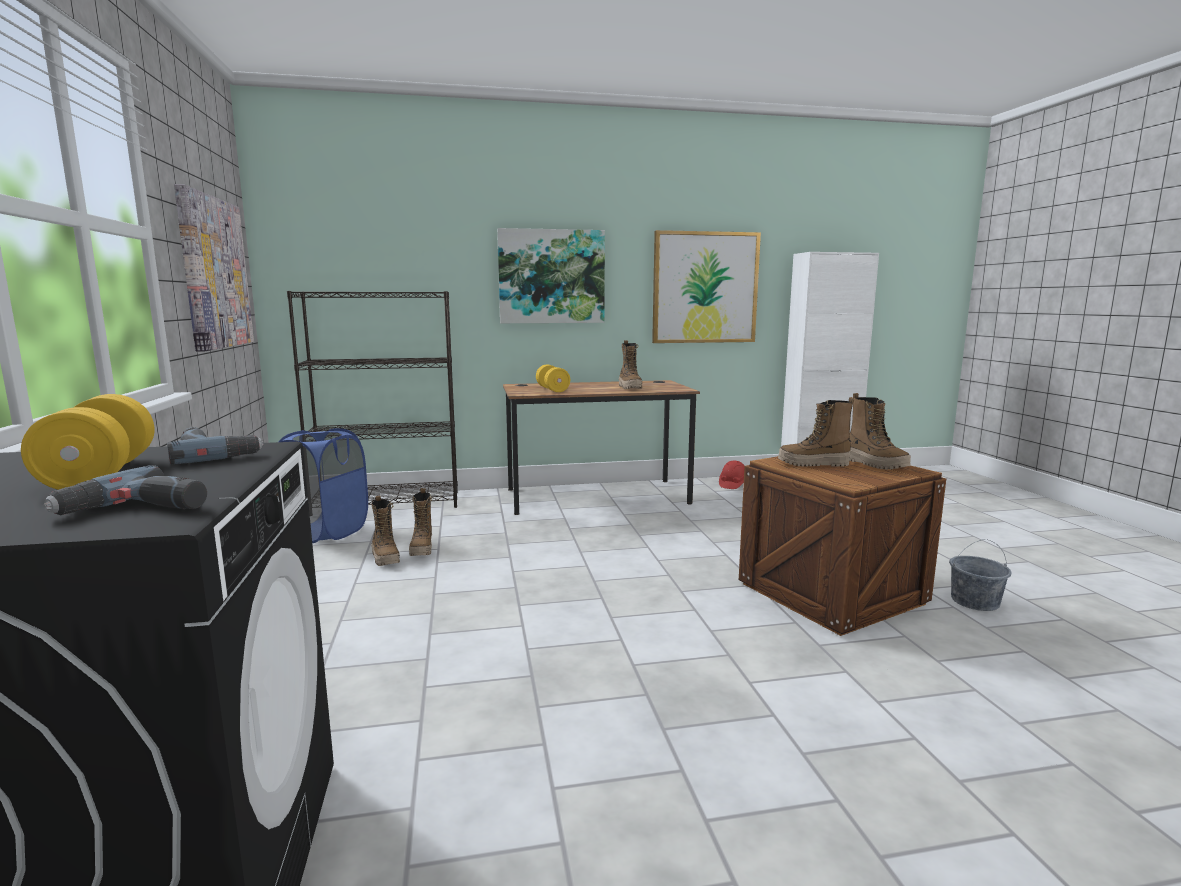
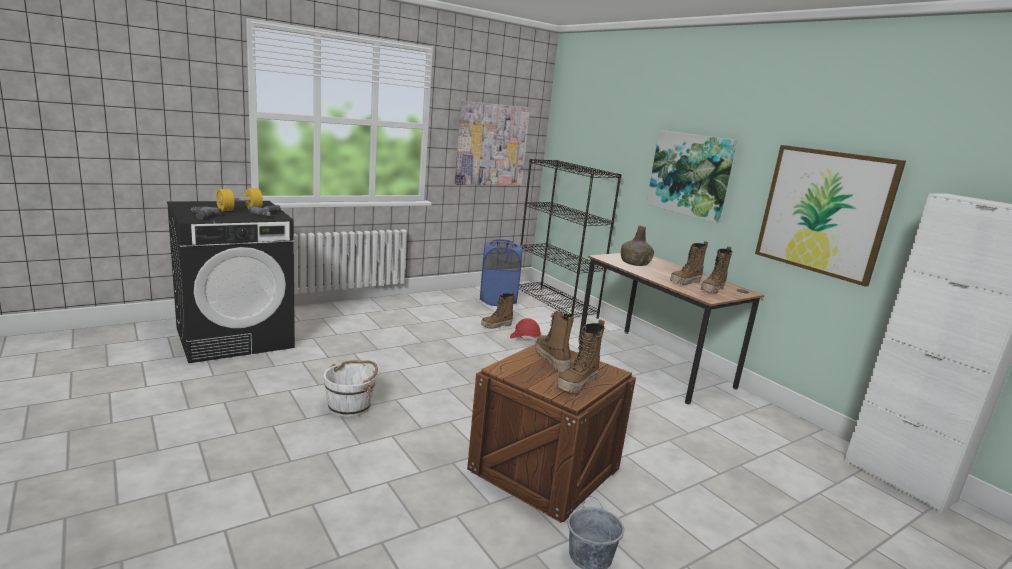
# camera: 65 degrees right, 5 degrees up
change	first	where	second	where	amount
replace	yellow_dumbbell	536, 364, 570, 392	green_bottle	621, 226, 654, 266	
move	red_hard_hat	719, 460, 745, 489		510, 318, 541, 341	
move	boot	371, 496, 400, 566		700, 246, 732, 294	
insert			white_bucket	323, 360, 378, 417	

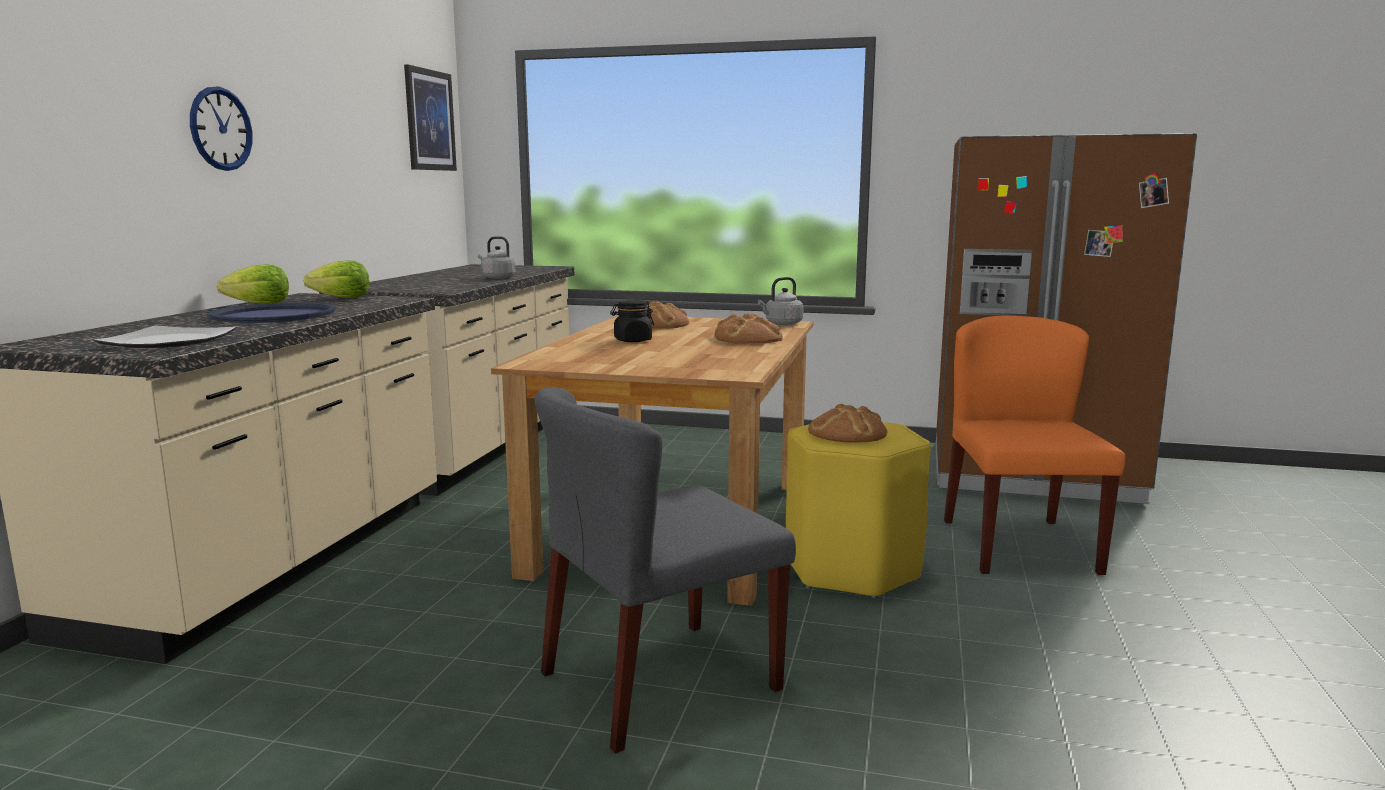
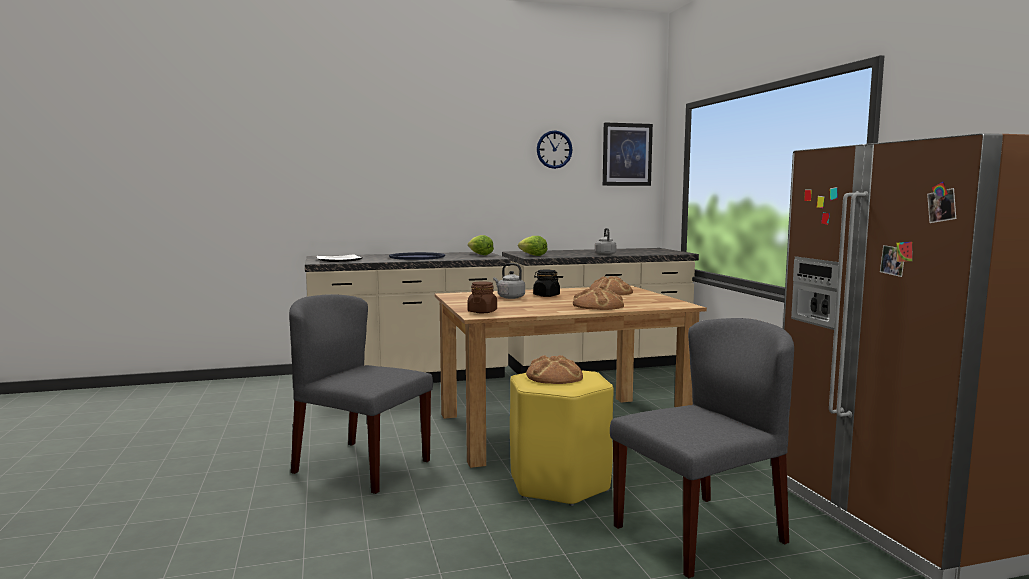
# camera: 60 degrees right, 5 degrees down
change	first	where	second	where	amount
move	wall_clock	190, 86, 252, 171		537, 130, 572, 169	
move	lettuce	217, 265, 289, 304		518, 236, 547, 256	
move	grey_kettle	758, 277, 804, 325		493, 263, 525, 299	
recolor	orange_chair	944, 316, 1126, 575	grey_chair	610, 318, 794, 578	
insert			brown_jar	467, 281, 497, 313	

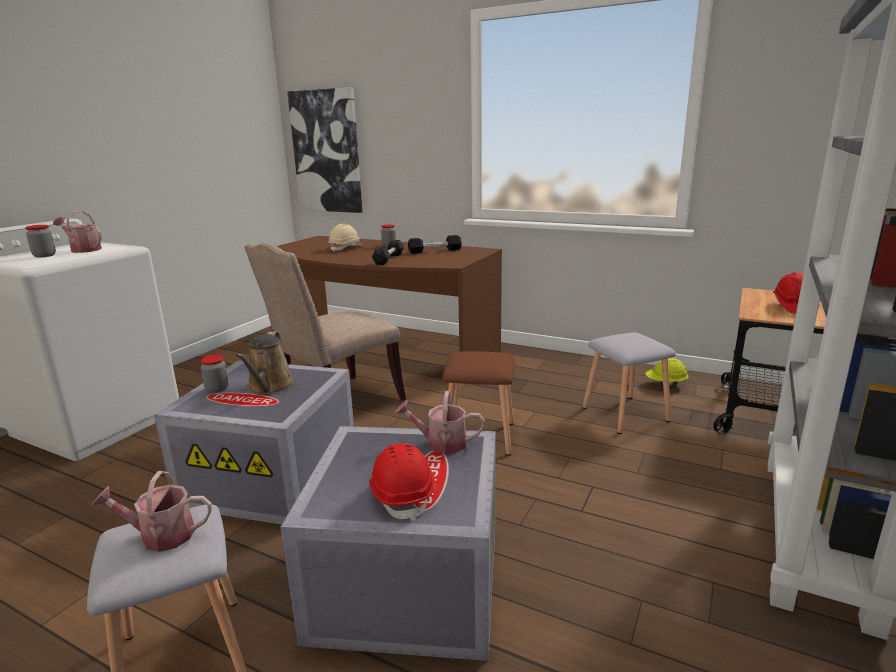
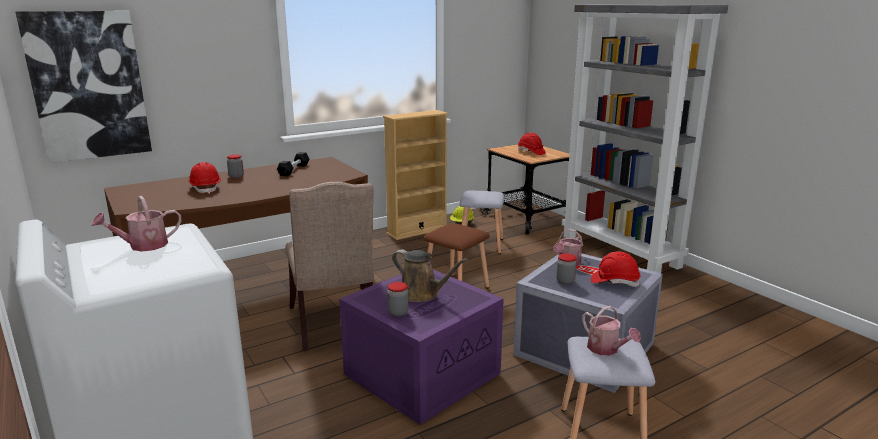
# camera: 60 degrees left, 0 degrees up
change	first	where	second	where	amount
recolor	beige_hard_hat	328, 224, 363, 252	red_hard_hat	188, 162, 221, 194	
move	jar	25, 225, 56, 258		556, 253, 577, 284	
delete	black_dumbbell	372, 240, 404, 265			
recolor	grey_storage_box	154, 360, 354, 525	purple_storage_box	339, 270, 504, 425	
rotate	watering_can	92, 471, 212, 552		582, 306, 641, 356	60 degrees counterclockwise
insert			beige_bookcase	383, 110, 448, 240	

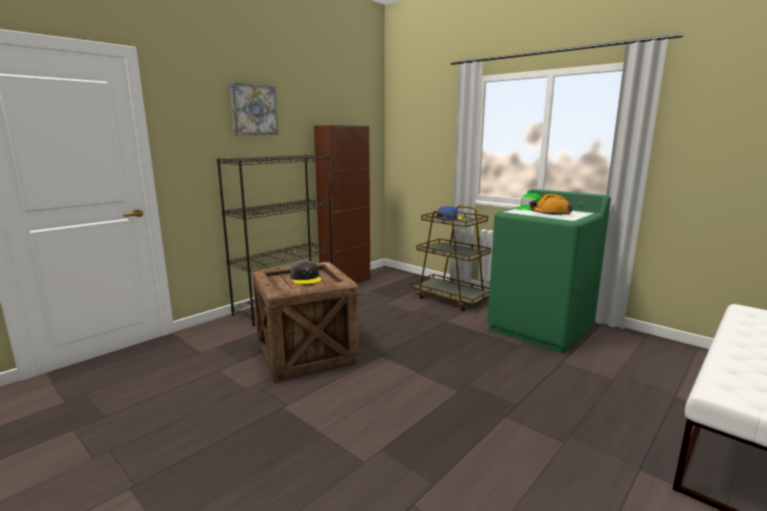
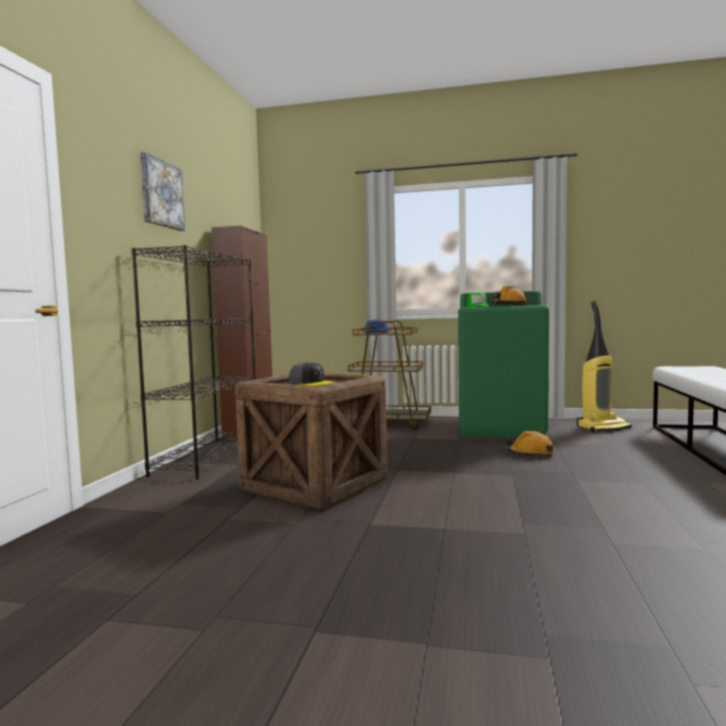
# camera: 30 degrees left, 10 degrees down
change	first	where	second	where	amount
insert			vacuum_cleaner	577, 301, 632, 433	
insert			orange_hard_hat	506, 431, 554, 457	

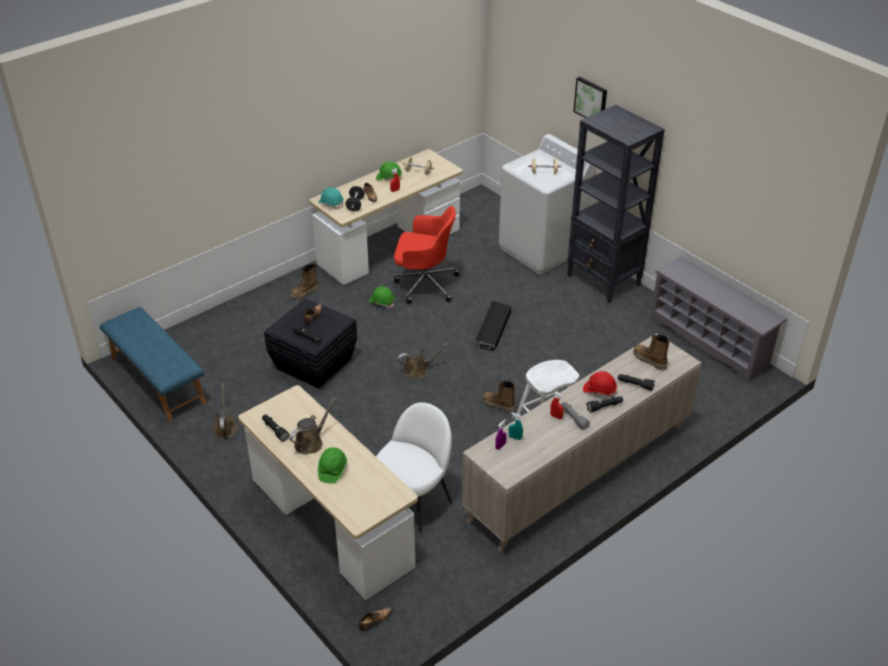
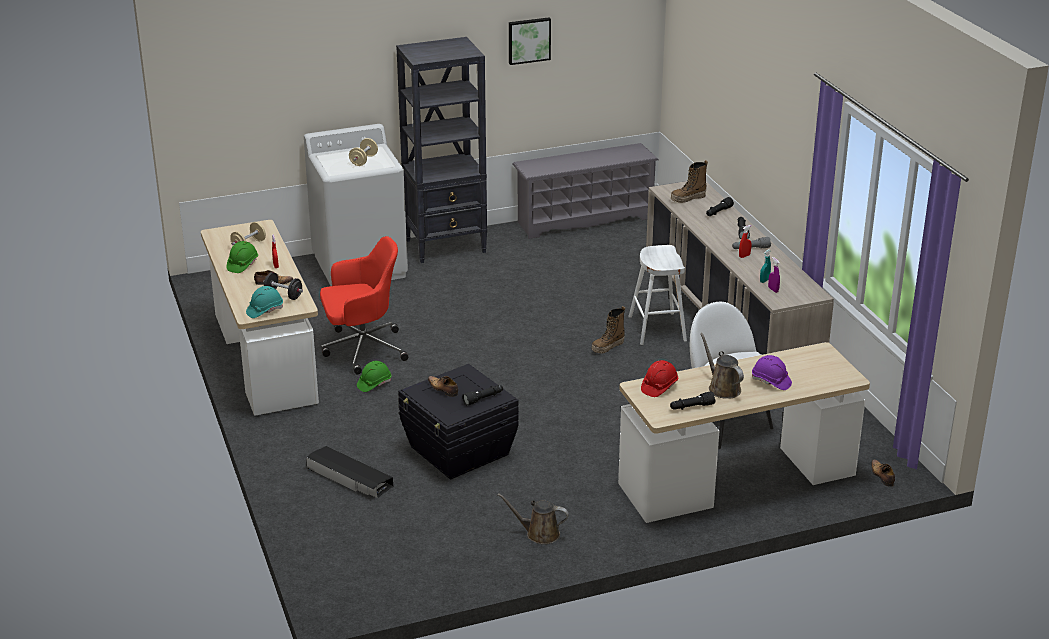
# camera: 70 degrees left, 10 degrees down
change	first	where	second	where	amount
move	picture	574, 77, 607, 118		509, 17, 551, 65	
rotate	red_office_chair	394, 206, 460, 304		320, 236, 408, 374	45 degrees clockwise
delete	boot	290, 263, 318, 299			
move	black_storage_box	475, 302, 511, 351		306, 446, 393, 498	
delete	blue_bench	100, 307, 206, 422			
delete	brown_watering_can	398, 343, 448, 379			
move	red_hard_hat	583, 371, 617, 397		641, 360, 678, 397	
recolor	green_hard_hat	318, 447, 347, 484	purple_hard_hat	752, 355, 792, 390	

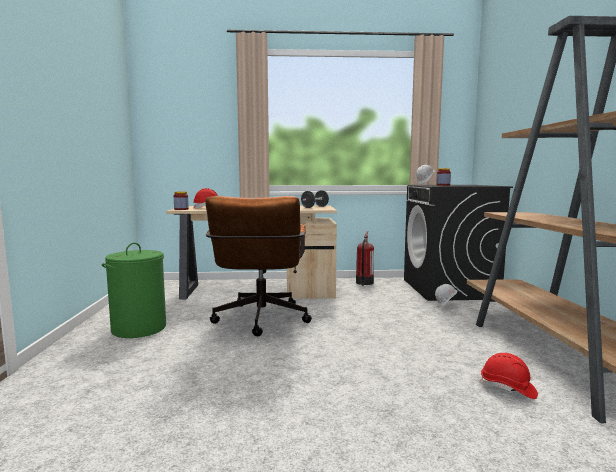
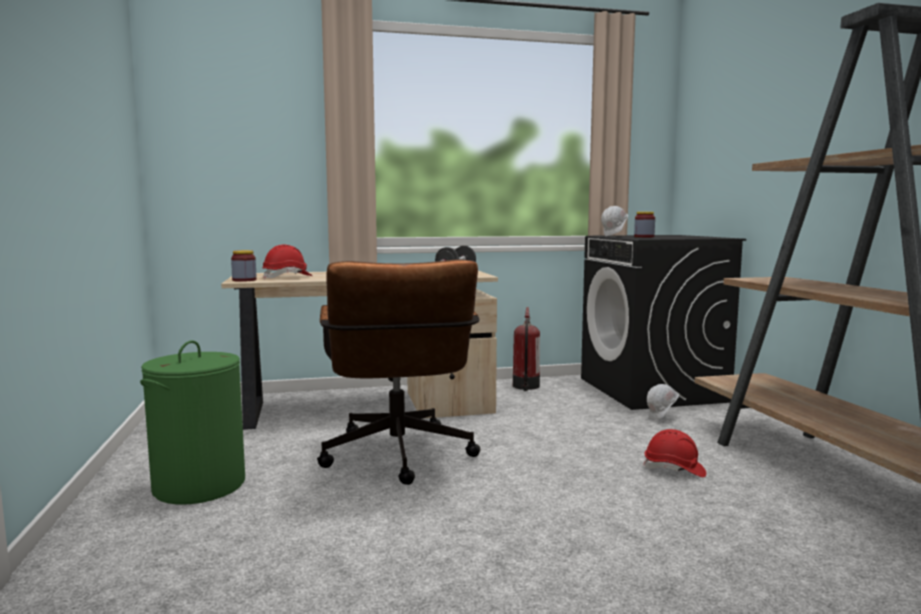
# camera: 10 degrees left, 0 degrees up
change	first	where	second	where	amount
move	red_hard_hat	479, 353, 538, 399		643, 429, 706, 477	

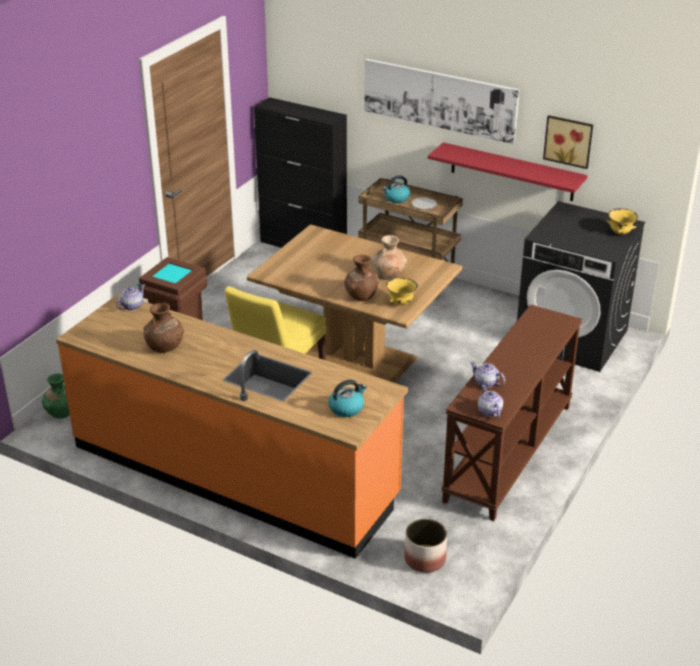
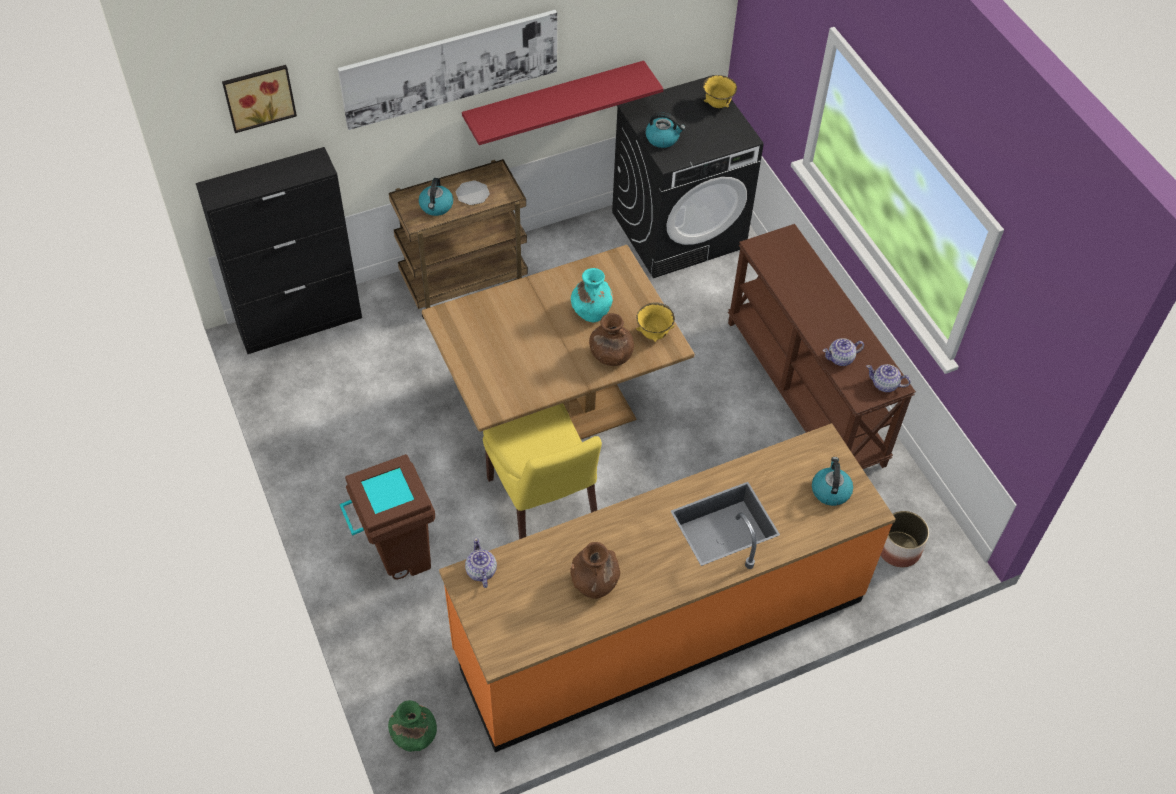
# camera: 55 degrees left, 20 degrees up
change	first	where	second	where	amount
move	picture	543, 115, 593, 169		222, 65, 297, 133	
recolor	brown_vase	371, 235, 407, 280	turquoise_vase	571, 268, 613, 322	
insert			kettle	645, 112, 685, 148	

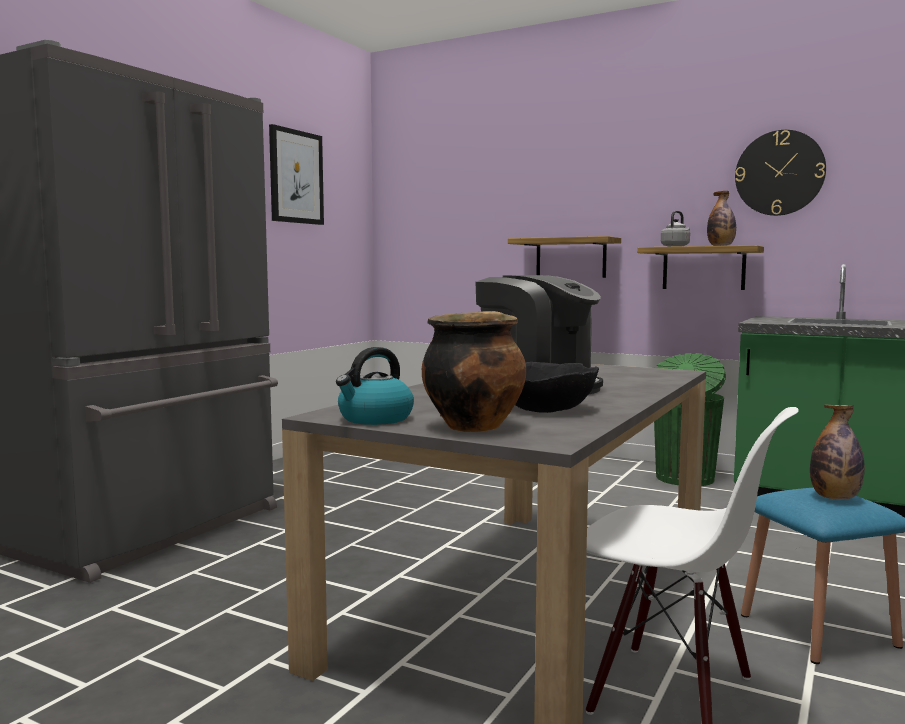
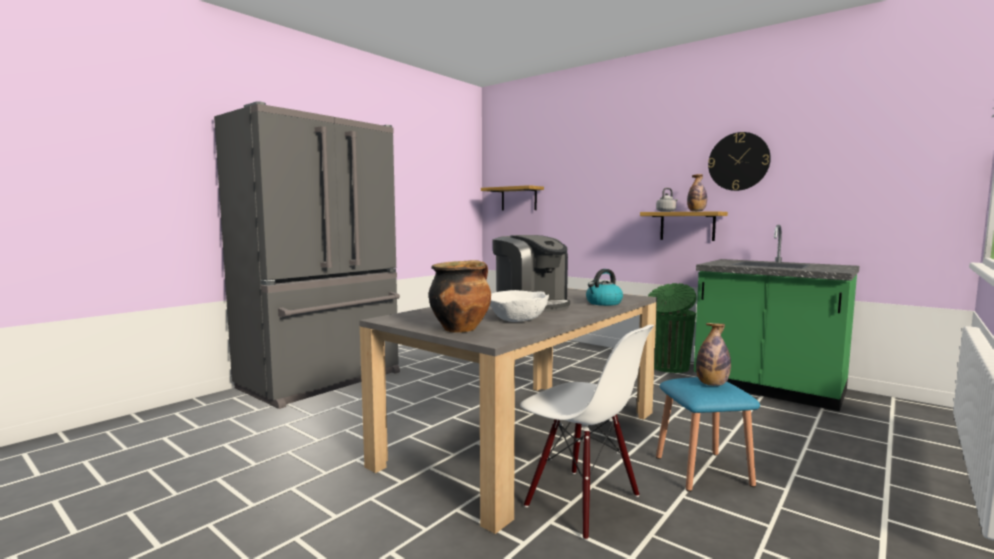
# camera: 10 degrees right, 0 degrees up
change	first	where	second	where	amount
delete	picture	269, 124, 324, 225			
move	shelf	508, 236, 621, 278		481, 185, 544, 211	
move	kettle	336, 347, 414, 425		586, 269, 623, 306	
recolor	black_bowl	515, 362, 599, 413	white_bowl	490, 290, 549, 322	

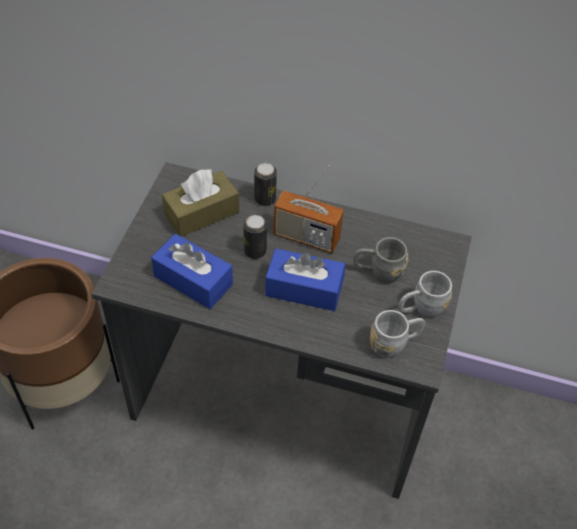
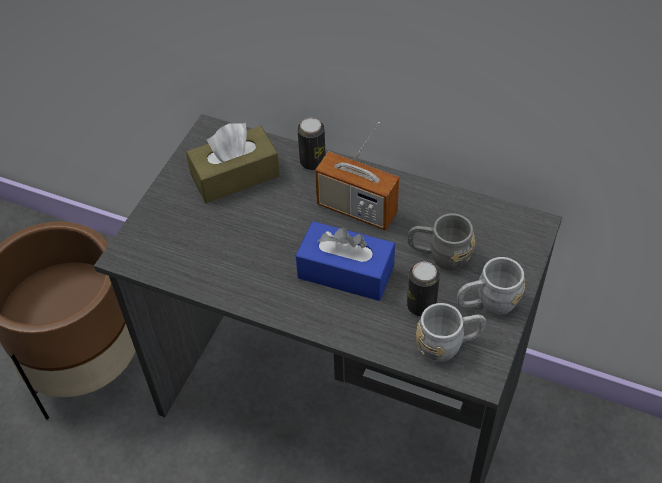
# camera: 10 degrees right, 0 degrees up
change	first	where	second	where	amount
move	can	243, 215, 267, 259		407, 262, 440, 316	
delete	blue_tissue_box	151, 234, 233, 309			

